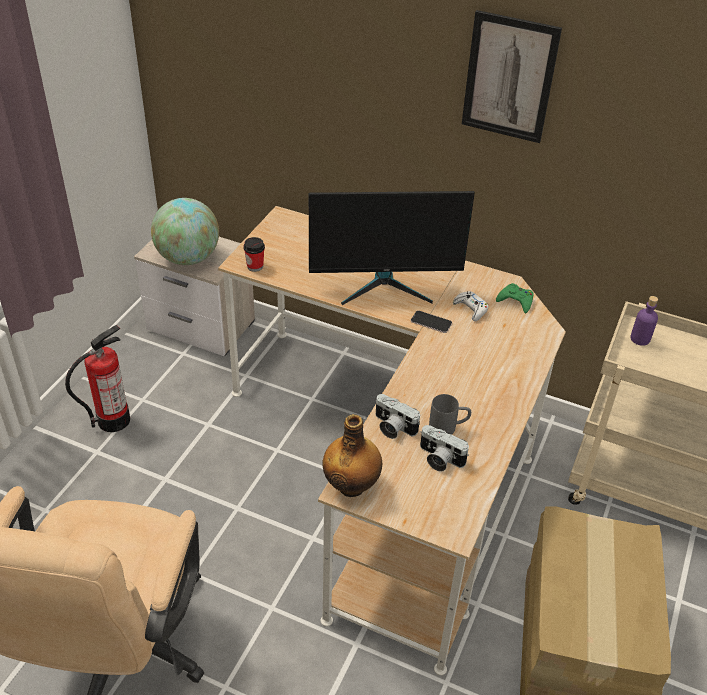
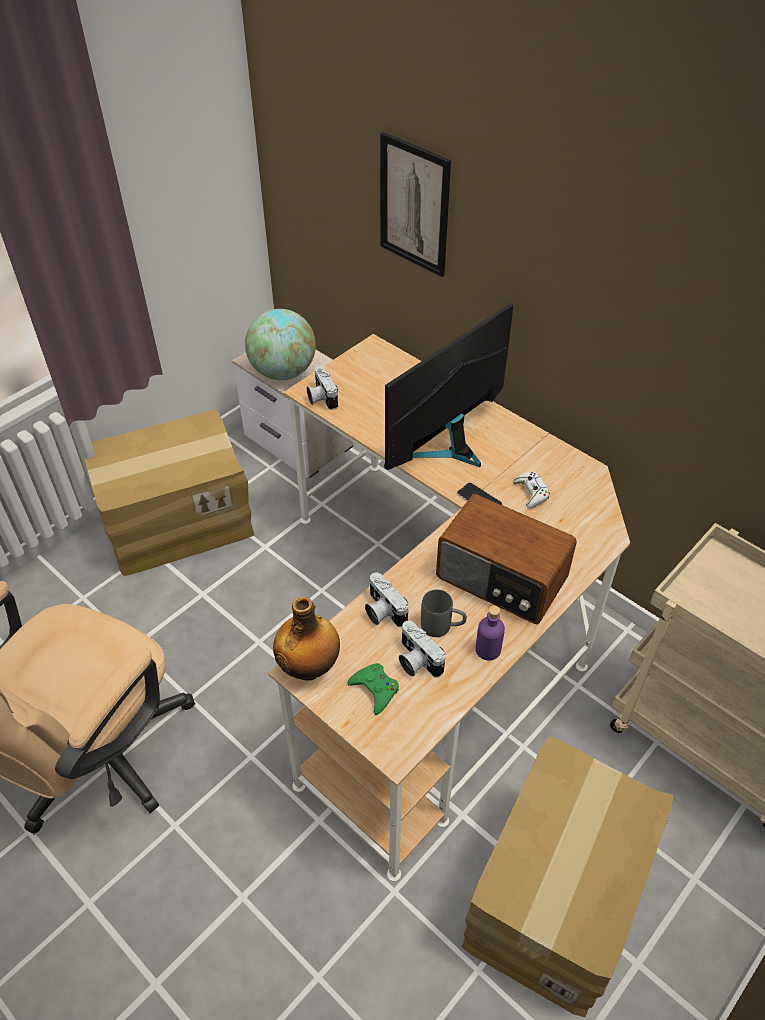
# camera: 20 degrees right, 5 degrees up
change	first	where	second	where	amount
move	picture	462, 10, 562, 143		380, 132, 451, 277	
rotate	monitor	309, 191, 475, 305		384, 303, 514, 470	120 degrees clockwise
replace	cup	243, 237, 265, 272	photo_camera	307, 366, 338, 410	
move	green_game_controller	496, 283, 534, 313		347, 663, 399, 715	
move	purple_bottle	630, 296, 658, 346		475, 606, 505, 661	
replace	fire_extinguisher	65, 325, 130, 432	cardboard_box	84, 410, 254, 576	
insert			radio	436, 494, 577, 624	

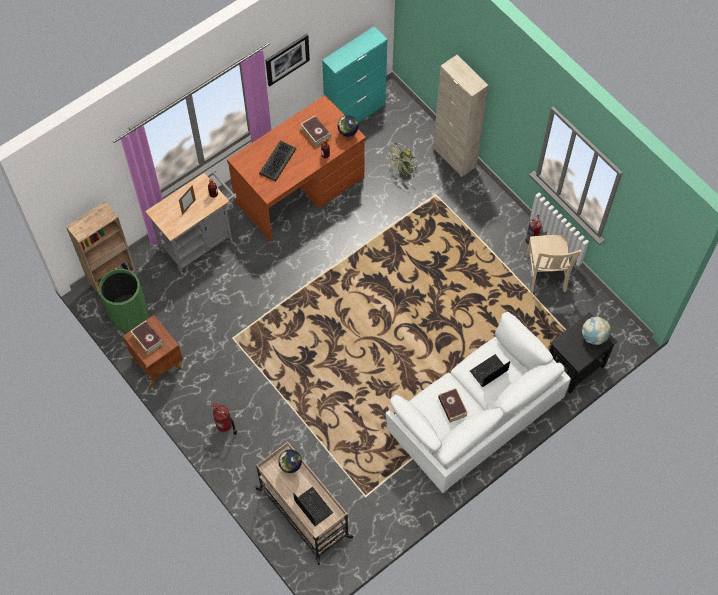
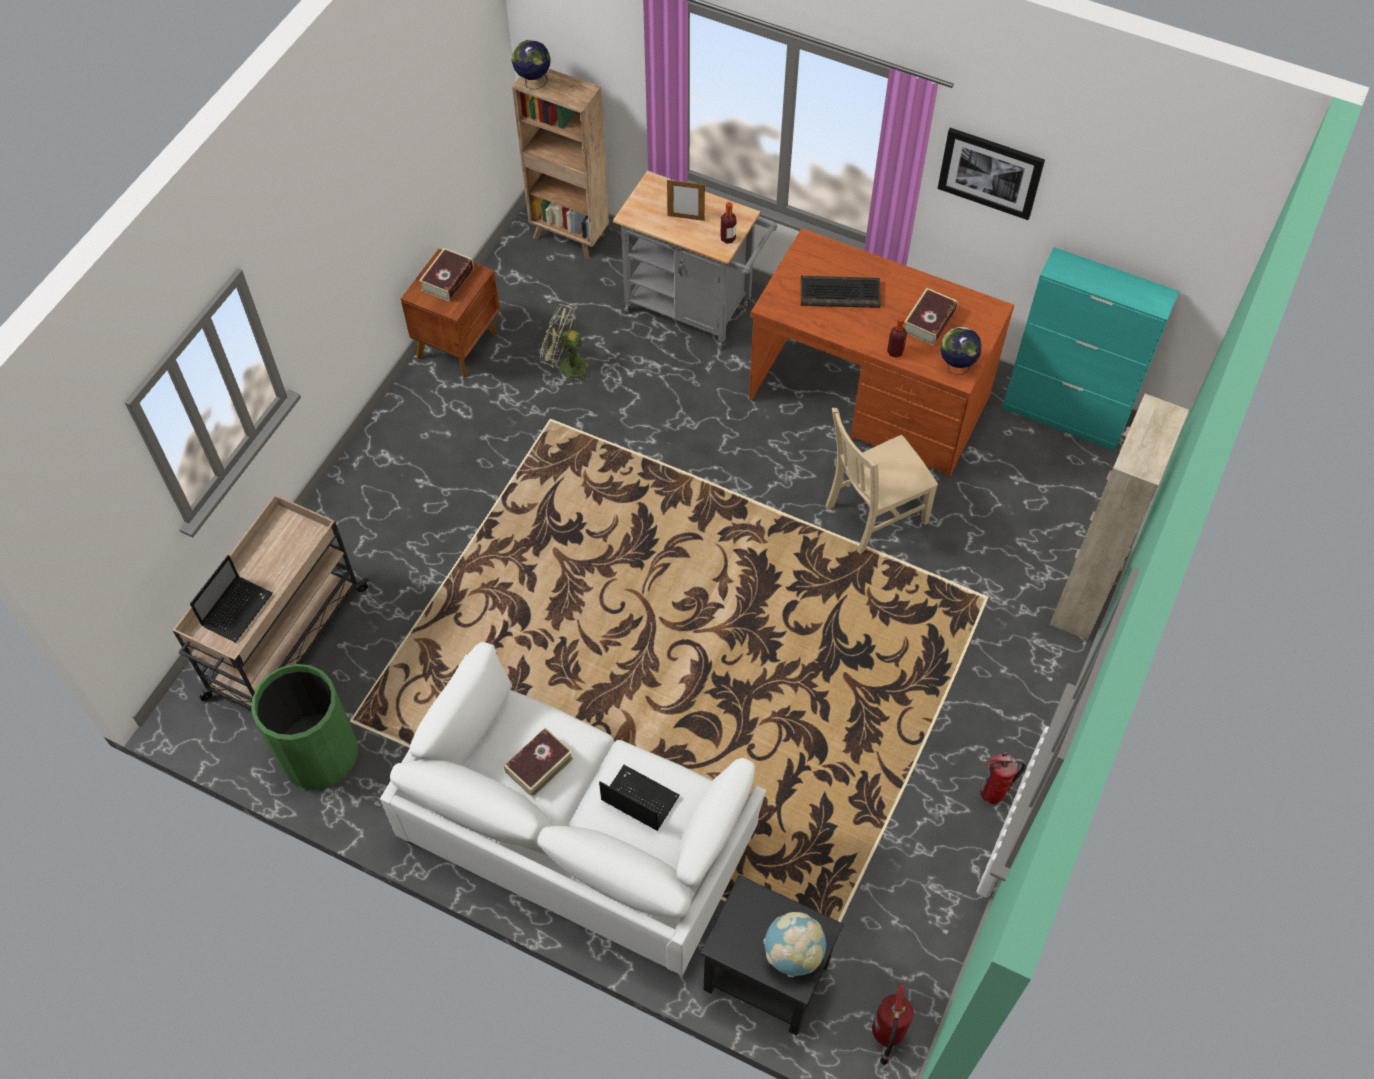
# camera: 65 degrees right, 5 degrees down
change	first	where	second	where	amount
move	green_fan	386, 143, 418, 177		540, 304, 593, 386	
move	beige_chair	526, 235, 582, 293		826, 408, 938, 554	
move	green_trash_can	99, 269, 148, 331		251, 664, 358, 790	
move	fire_extinguisher	212, 402, 237, 435		872, 984, 914, 1065	
move	globe	278, 449, 302, 473		512, 40, 551, 90	

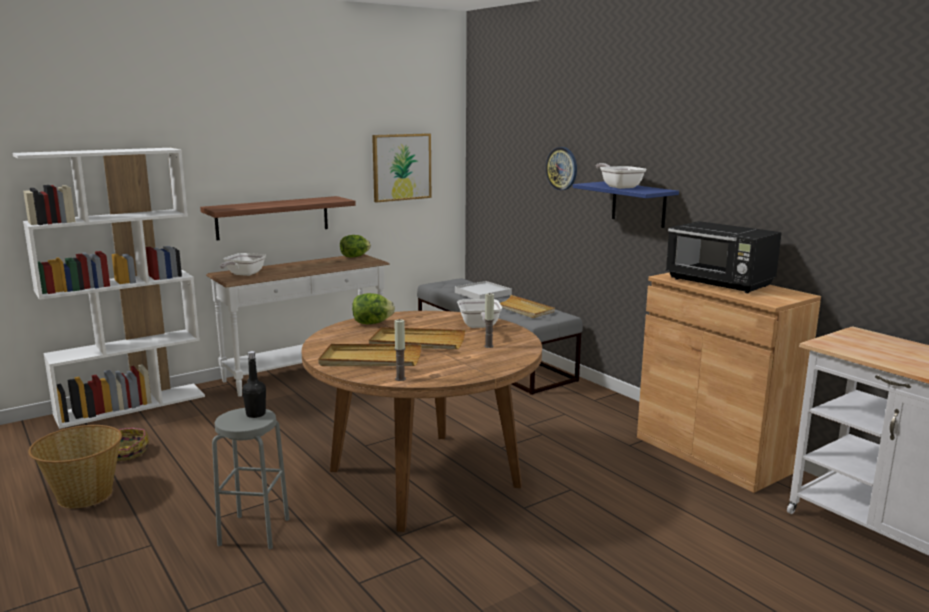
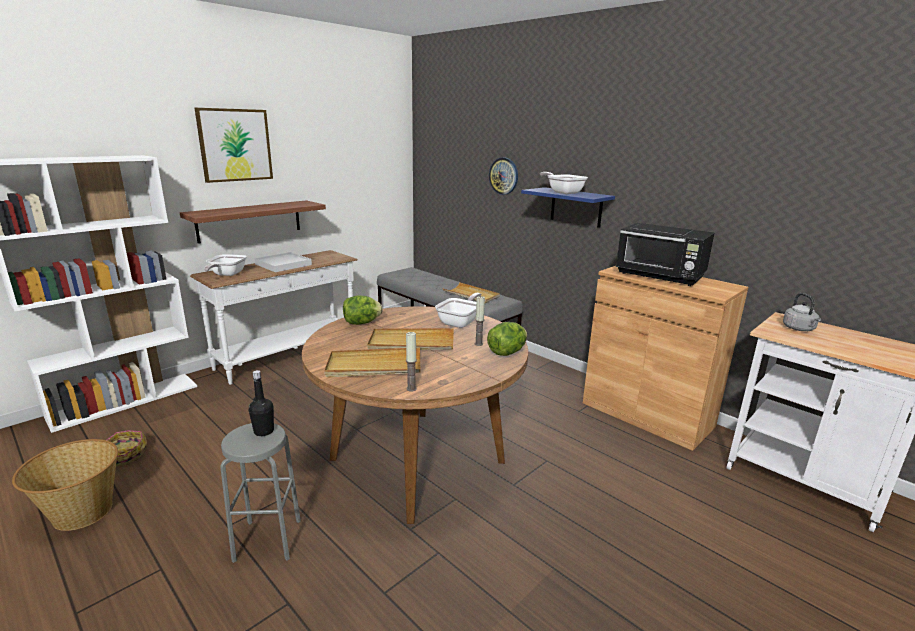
# camera: 10 degrees left, 5 degrees up
change	first	where	second	where	amount
move	picture	372, 133, 431, 202		195, 108, 273, 183	
move	lettuce	340, 235, 371, 258		487, 322, 527, 356	
move	white_tray	455, 281, 512, 299		254, 252, 312, 272	
rotate	frying_pan	457, 299, 502, 328		435, 293, 481, 328	135 degrees counterclockwise
insert			grey_kettle	783, 293, 821, 331	

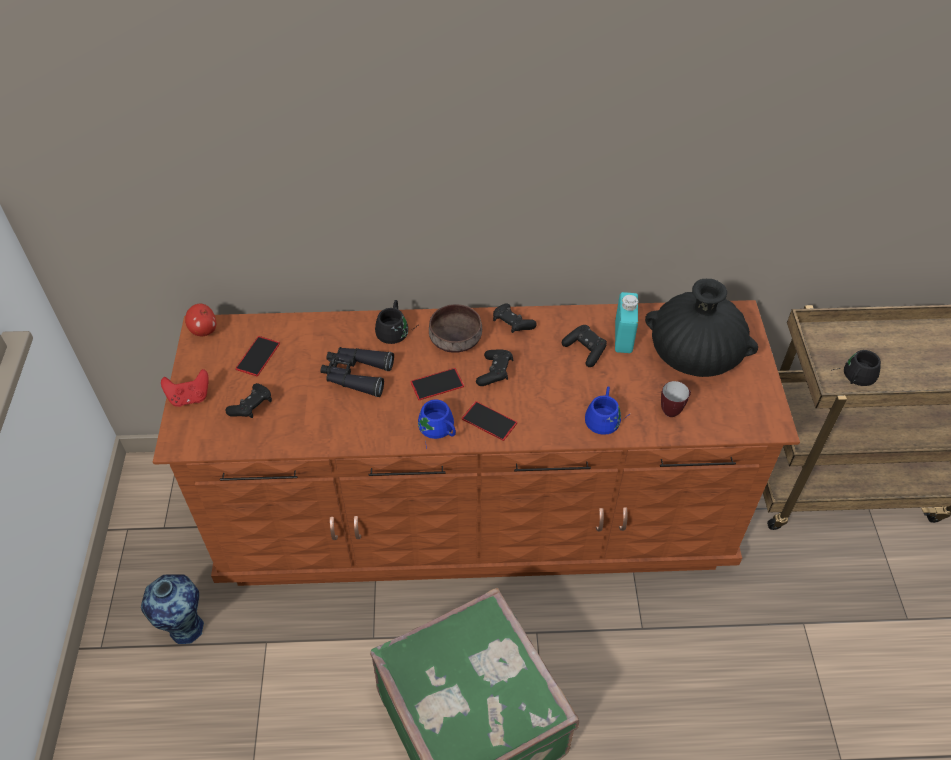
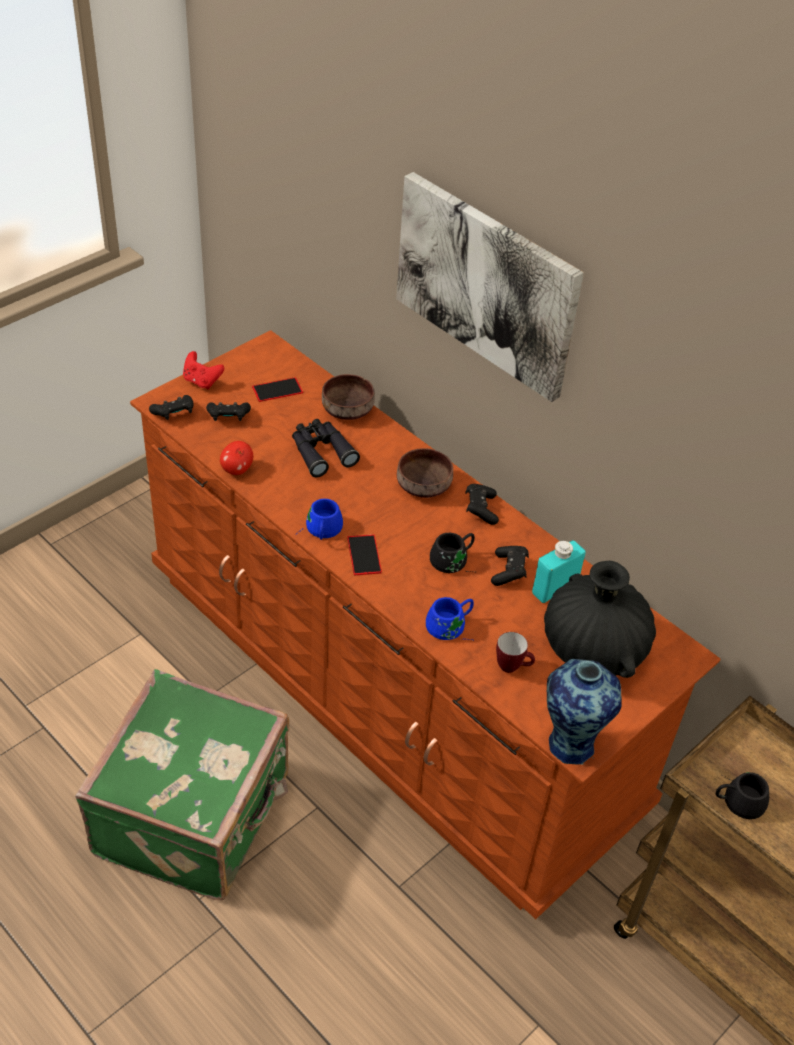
# camera: 45 degrees right, 5 degrees down
change	first	where	second	where	amount
move	black_mug	375, 300, 418, 344		430, 533, 477, 573	
move	apple	185, 303, 216, 336		220, 441, 253, 475	
move	black_game_controller	476, 349, 513, 386		149, 395, 194, 420	
delete	phone	410, 368, 464, 400			
move	vase	141, 574, 204, 644		547, 659, 622, 765	
insert			picture	396, 172, 584, 402	
insert			brown_bowl	322, 374, 375, 420	

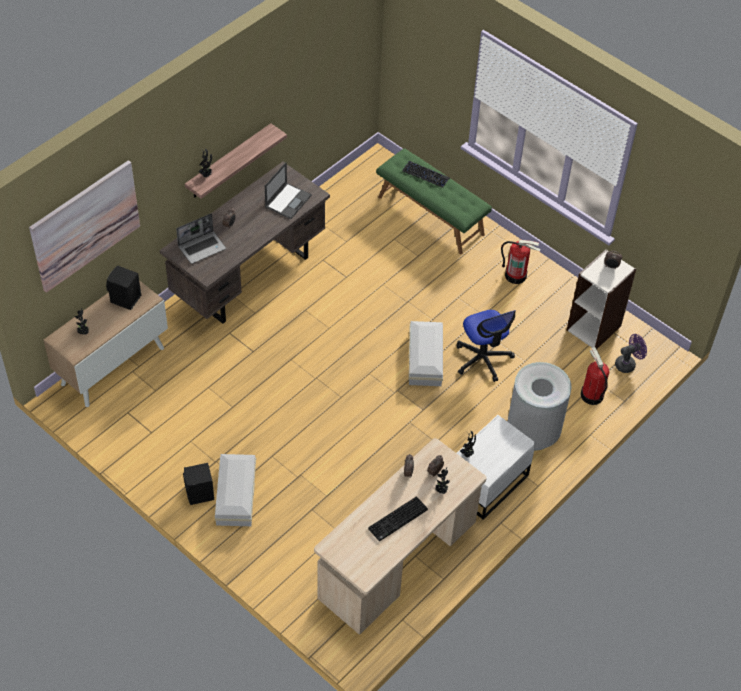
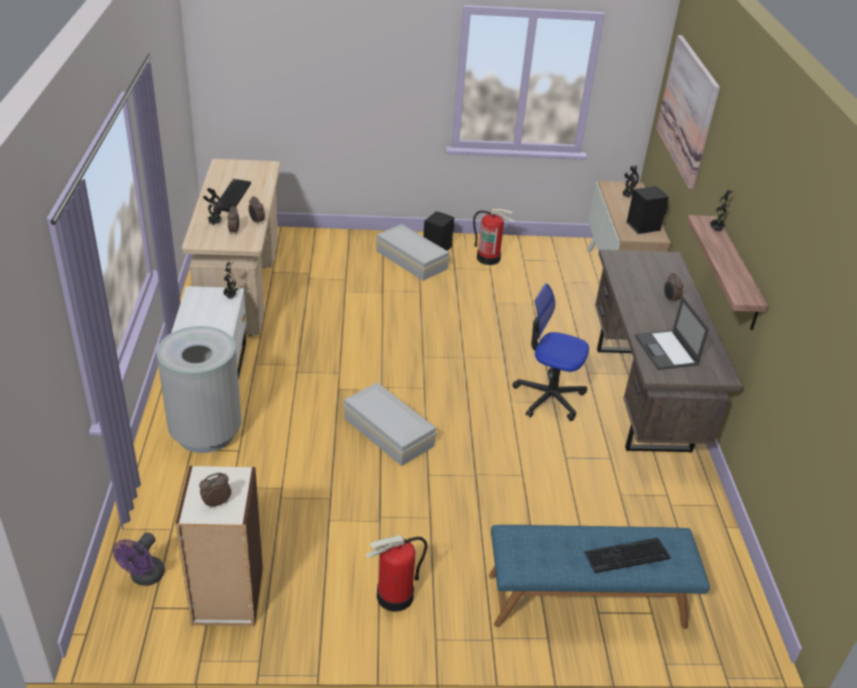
# camera: 135 degrees right, 15 degrees down
change	first	where	second	where	amount
recolor	green_bench	376, 148, 492, 254	blue_bench	489, 525, 710, 629	
delete	laptop	176, 213, 226, 264			
move	office_chair	456, 310, 516, 382		512, 283, 589, 421	
move	fire_extinguisher	581, 347, 609, 405		473, 208, 514, 265	

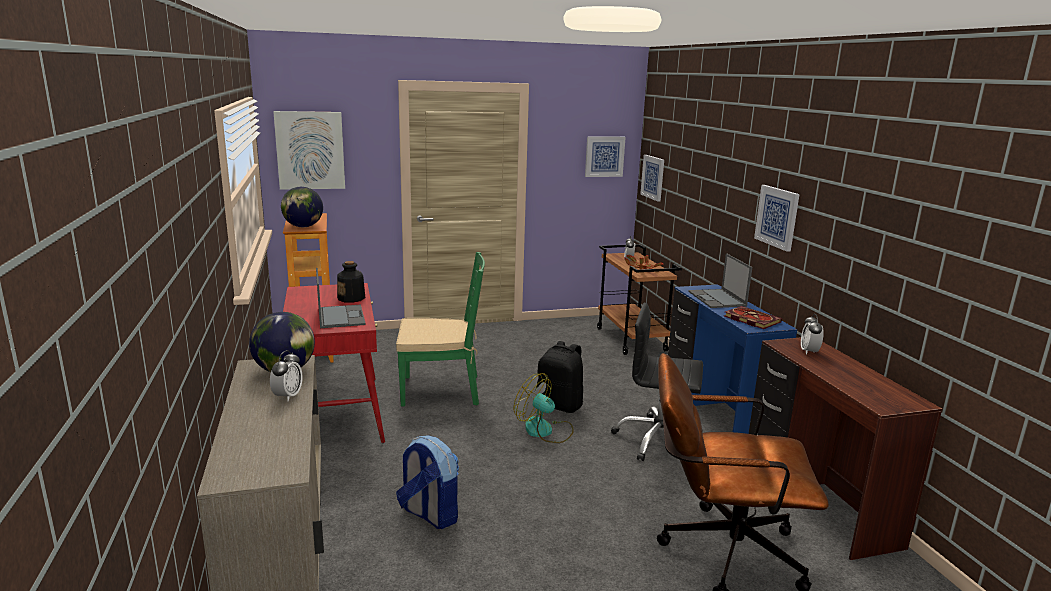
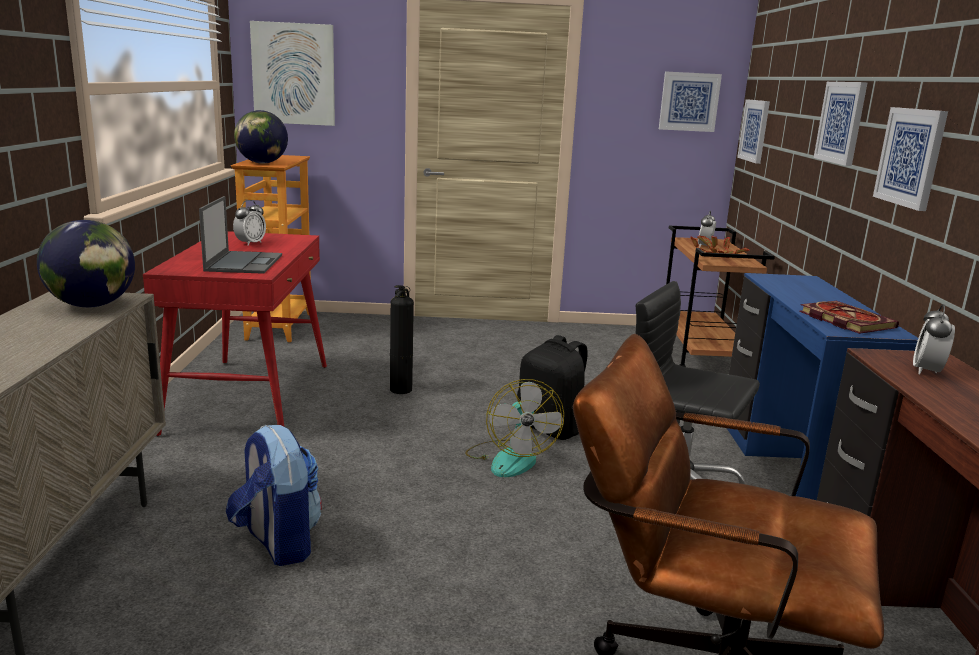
# camera: 15 degrees right, 0 degrees up
change	first	where	second	where	amount
replace	green_chair	396, 252, 485, 406	fire_extinguisher	390, 285, 414, 394	
delete	laptop	688, 253, 752, 308			
delete	bottle	337, 261, 365, 303			
move	alarm_clock	270, 350, 303, 402		233, 200, 266, 246	
rotate	fan	514, 373, 574, 443		465, 379, 564, 477	150 degrees counterclockwise
insert			picture	814, 82, 868, 166	

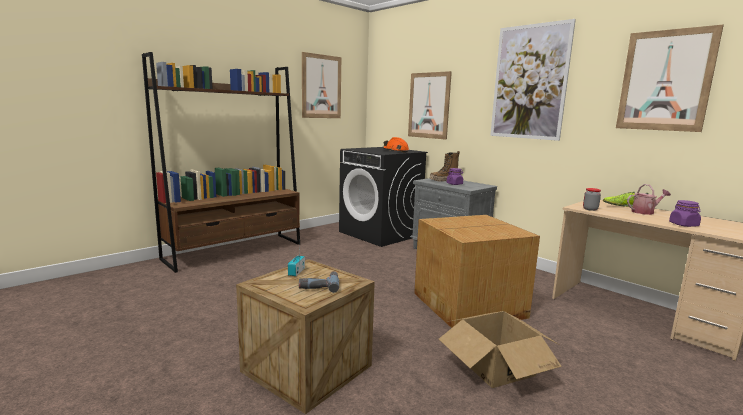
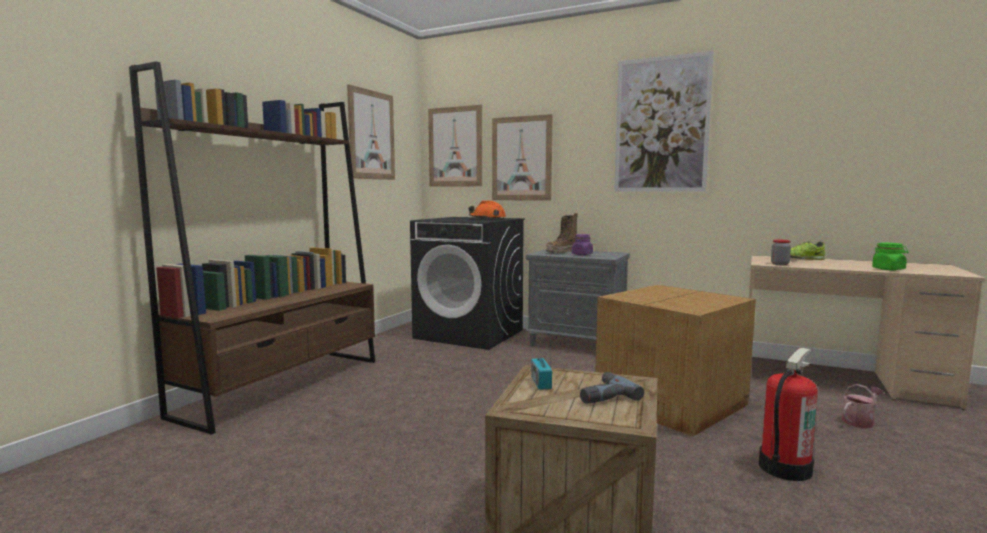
# camera: 20 degrees left, 5 degrees down
change	first	where	second	where	amount
move	picture	616, 25, 724, 132		428, 105, 482, 187	
move	watering_can	627, 184, 671, 215		842, 384, 884, 428	
recolor	purple_jar	669, 200, 701, 227	green_jar	872, 243, 908, 271	
replace	cardboard_box	439, 311, 562, 388	fire_extinguisher	759, 348, 818, 481	

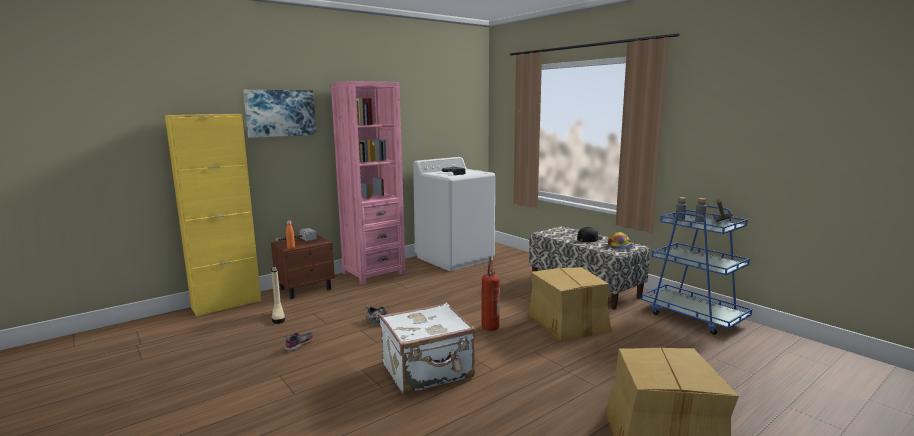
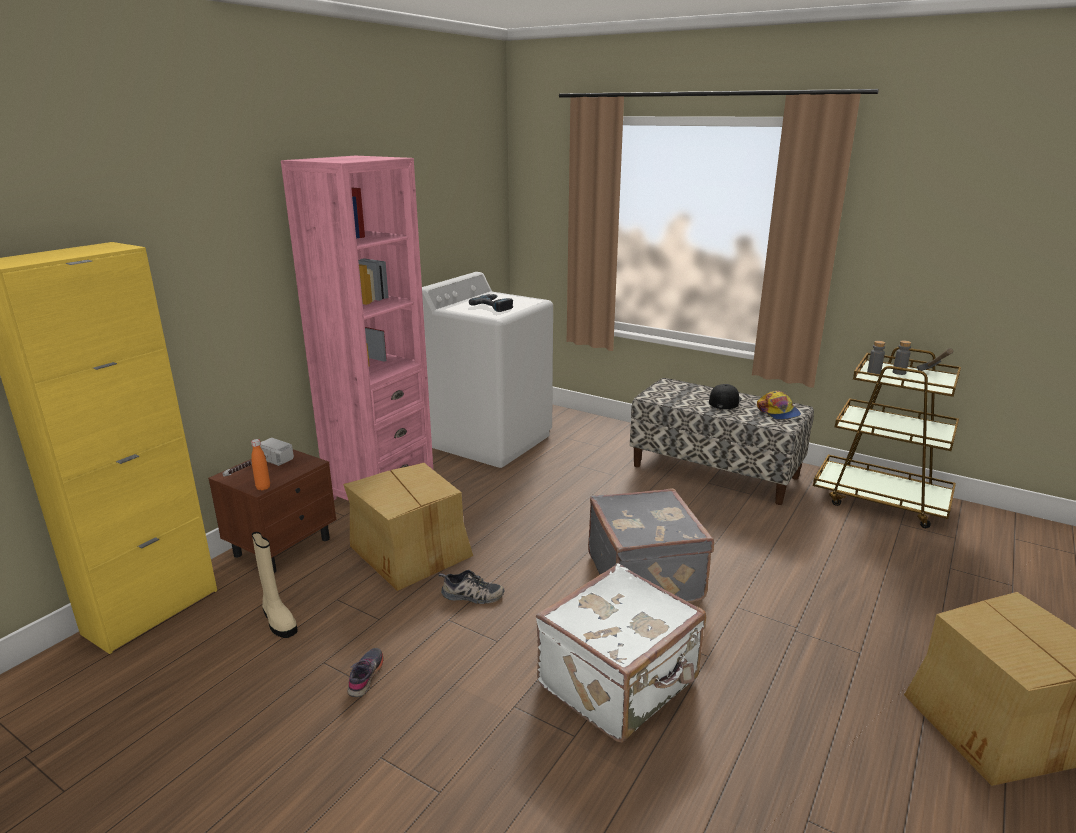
# camera: 20 degrees left, 10 degrees up
change	first	where	second	where	amount
delete	picture	243, 90, 316, 138			
recolor	blue_cart	641, 205, 752, 335	brown_cart	813, 347, 961, 528	
replace	fire_extinguisher	482, 257, 500, 331	grey_suitcase	588, 488, 714, 603	
move	cardboard_box	529, 267, 612, 342		343, 463, 473, 591	

